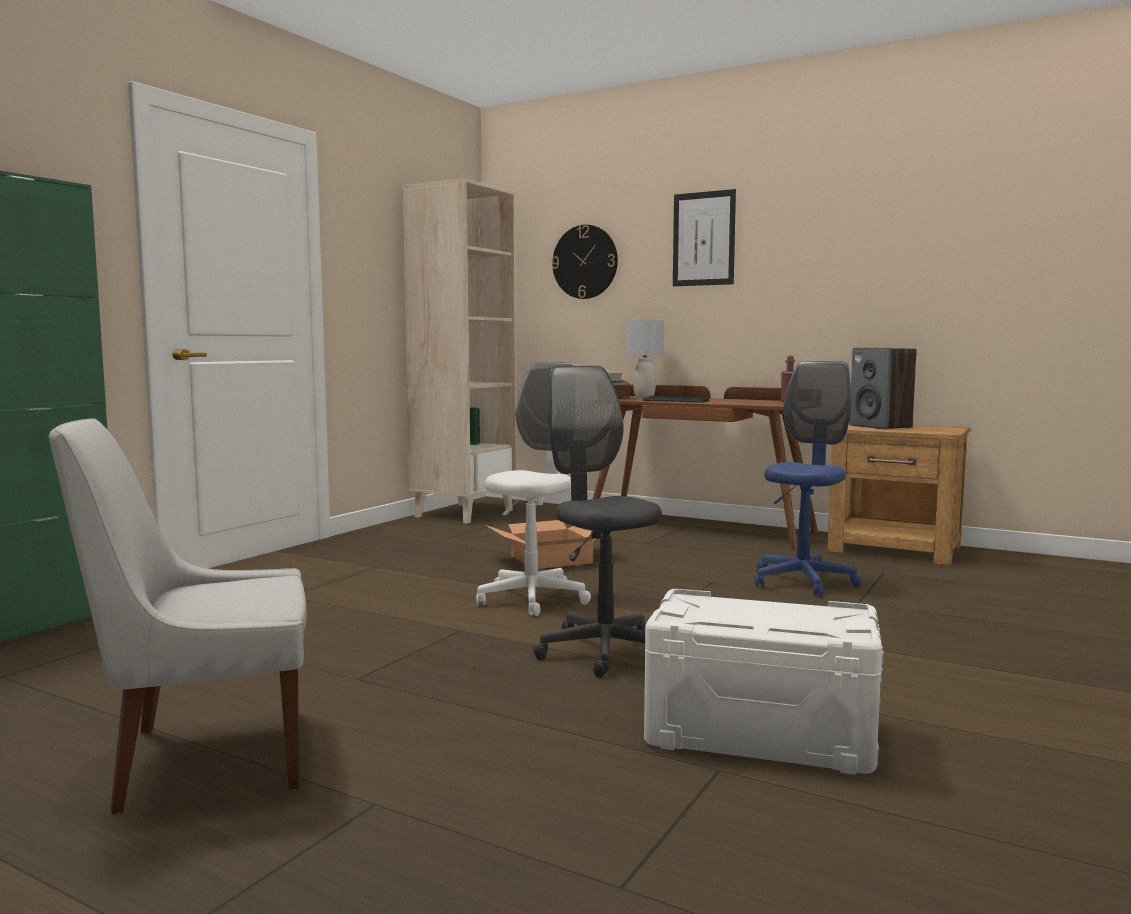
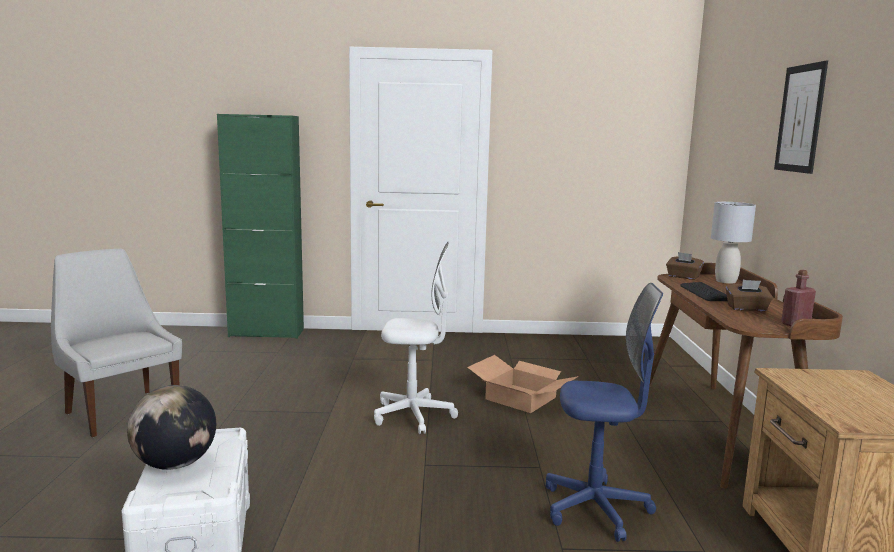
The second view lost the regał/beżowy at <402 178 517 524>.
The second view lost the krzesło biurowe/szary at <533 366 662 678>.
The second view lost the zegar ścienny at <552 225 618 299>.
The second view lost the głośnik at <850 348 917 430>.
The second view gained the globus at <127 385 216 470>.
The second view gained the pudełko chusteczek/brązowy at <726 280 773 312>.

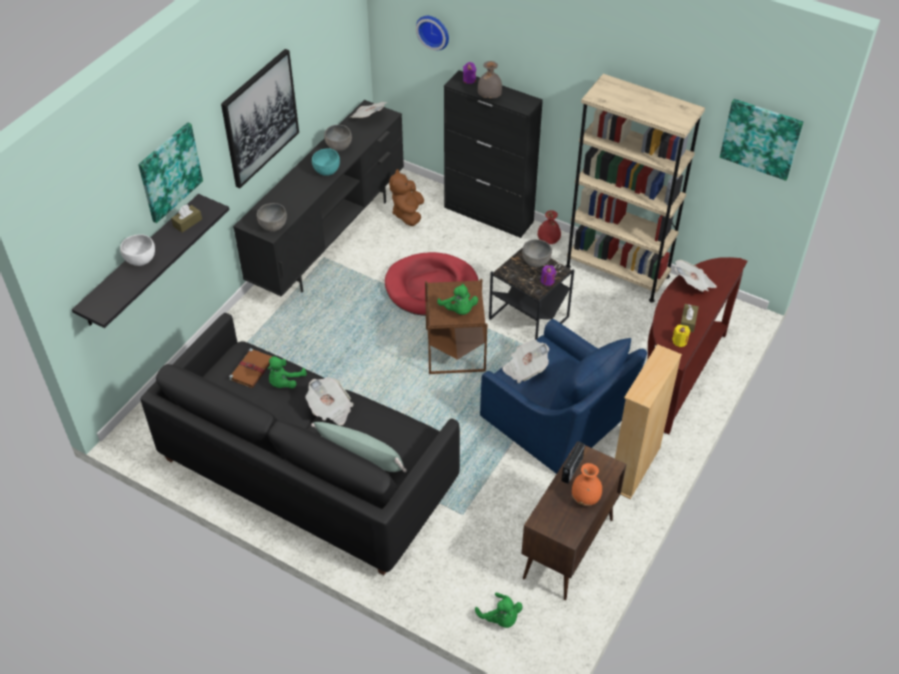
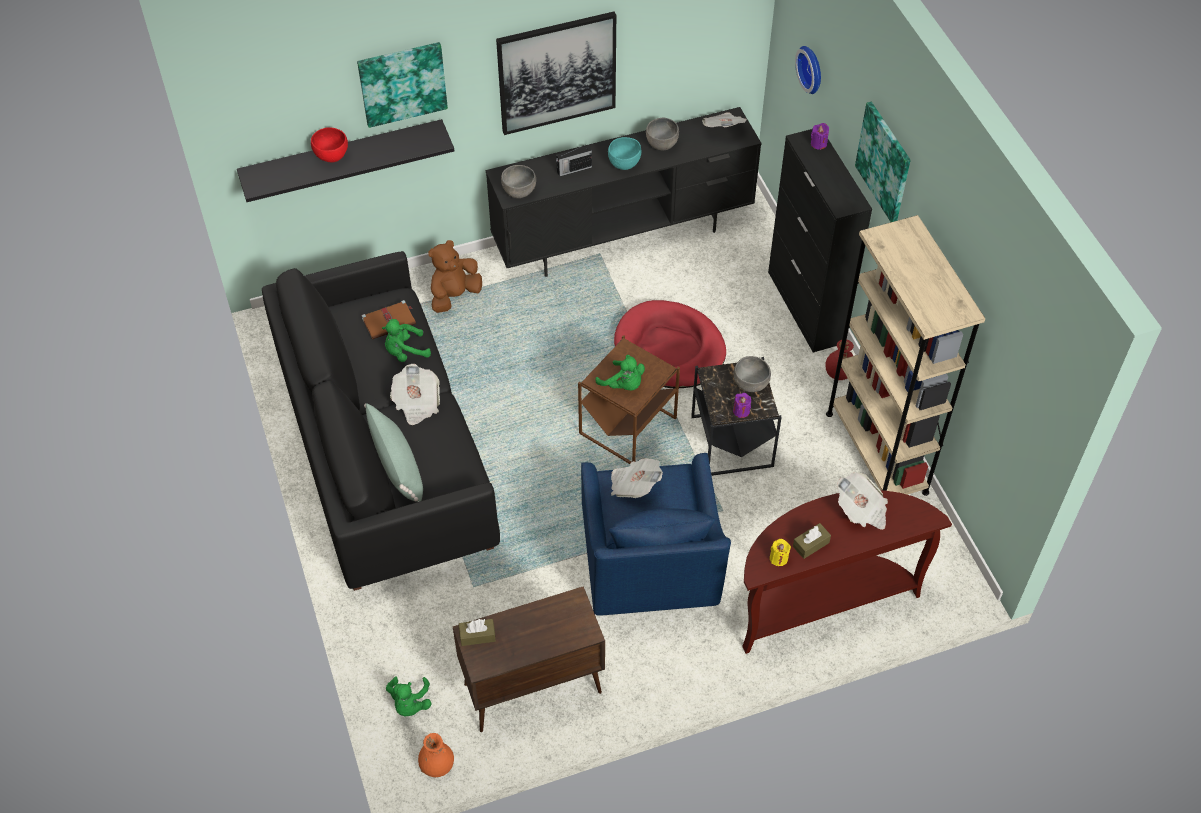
The second view lost the wazon/szary at <478 61 502 99>.
The second view lost the regał/beżowy at <615 344 682 499>.
The pudełko chusteczek/brązowy ended up elsewhere, having gone from <171 204 202 233> to <459 619 495 646>.
The pluszak/brązowy ended up elsewhere, having gone from <389 169 424 226> to <428 240 482 313>.
The radio ended up elsewhere, having gone from <561 441 585 484> to <556 146 592 177>.
The wazon/pomarańczowy ended up elsewhere, having gone from <572 463 602 506> to <418 733 454 777>.
The obraz ended up elsewhere, having gone from <720 99 803 181> to <855 102 911 222>.
What was the miska/biały at <120 234 155 266> turned into the miska/czerwony at <311 127 348 162>.
The pluszak/zielony at <437 284 478 315> ended up facing another way, 60 degrees counterclockwise from before.

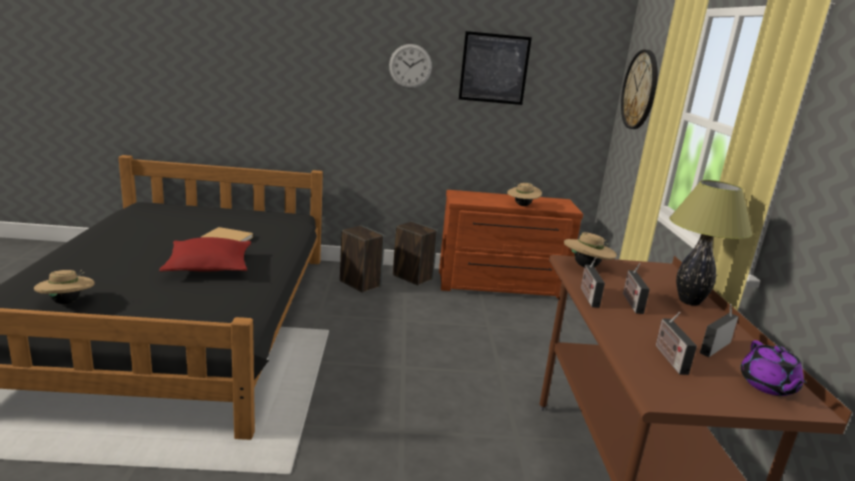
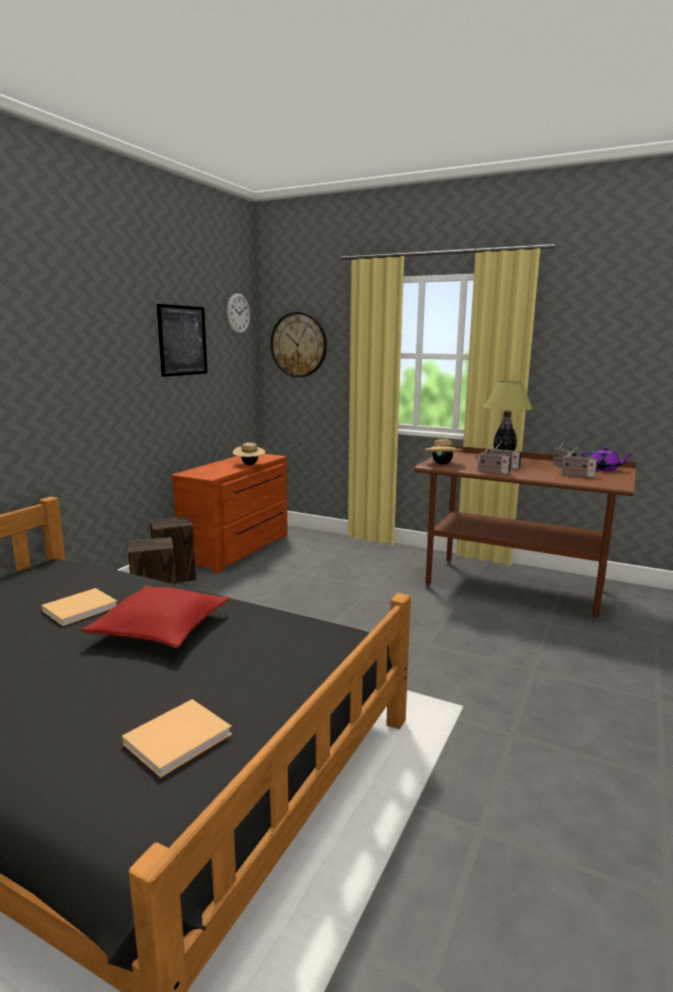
The zegar ścienny ended up elsewhere, having gone from <389 44 432 89> to <227 294 250 334>.
Where the kapelusz/beżowy stood at <34 270 95 304>, the książka/beżowy came to stand at <122 699 232 778>.

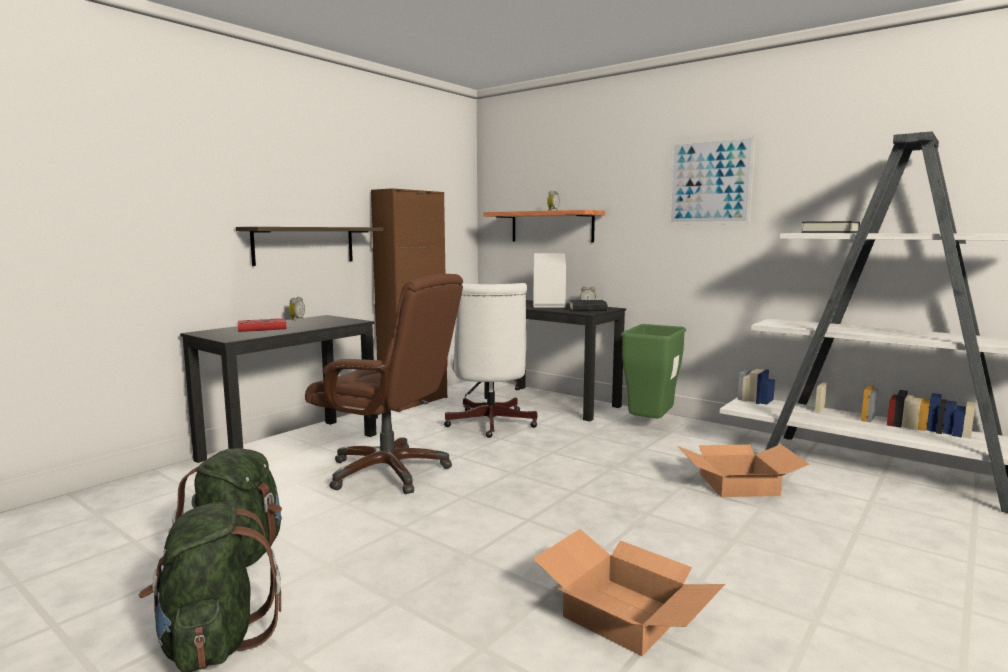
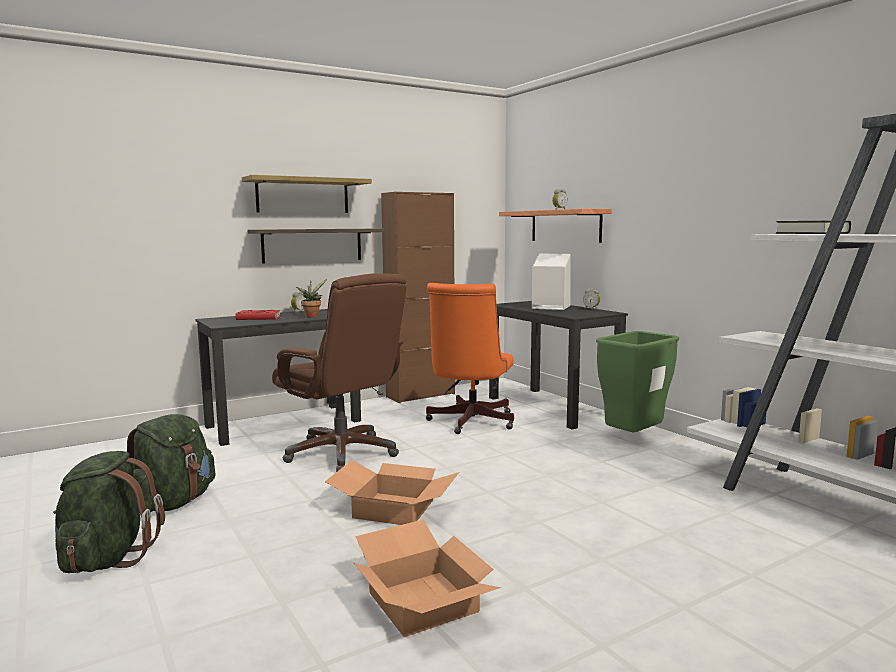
The second view lost the książka/czarny at <569 300 607 311>.
The second view lost the obraz at <668 135 755 225>.
The second view gained the półka at <242 175 372 213>.
The second view gained the roślina doniczkowa at <296 279 327 317>.
The karton ended up elsewhere, having gone from <677 444 810 497> to <325 460 459 525>.
What was the krzesło biurowe/biały at <444 283 537 438> turned into the krzesło biurowe/pomarańczowy at <426 283 514 434>.

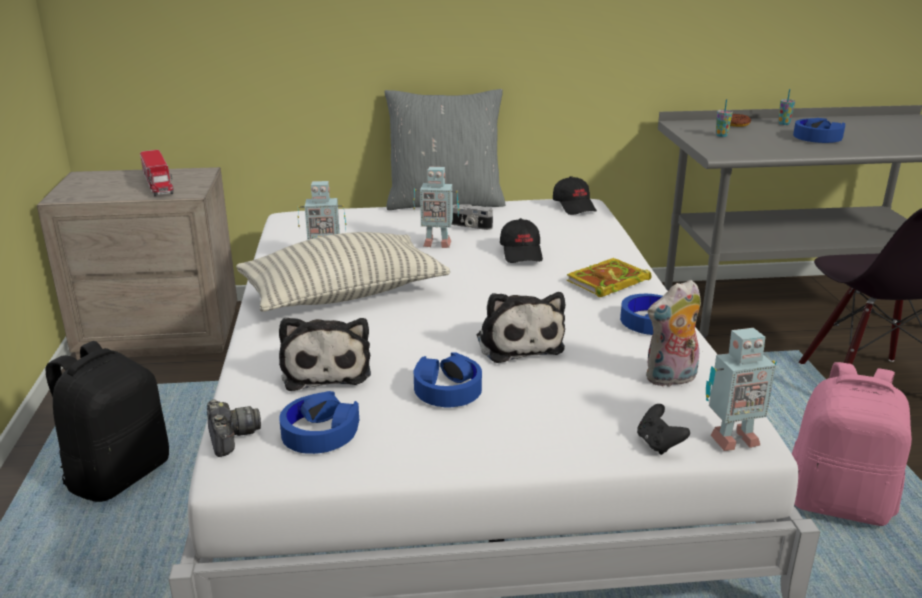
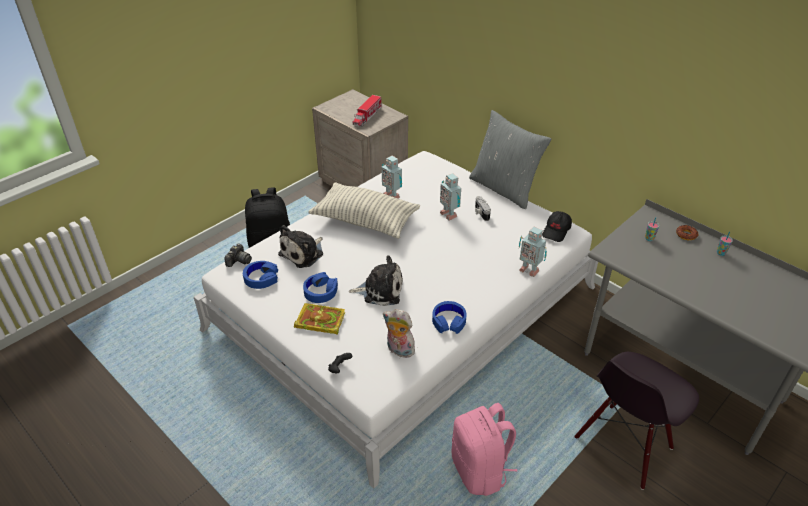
The second view lost the czapka z daszkiem/czarny at <500 218 543 263>.
The second view lost the słuchawki/niebieski at <793 118 845 143>.
The książka ended up elsewhere, having gone from <567 258 652 297> to <294 303 345 335>.
The robot zabawkowy ended up elsewhere, having gone from <706 328 777 451> to <519 227 547 277>.
The pluszak at <477 292 565 363> ended up facing another way, 120 degrees counterclockwise from before.

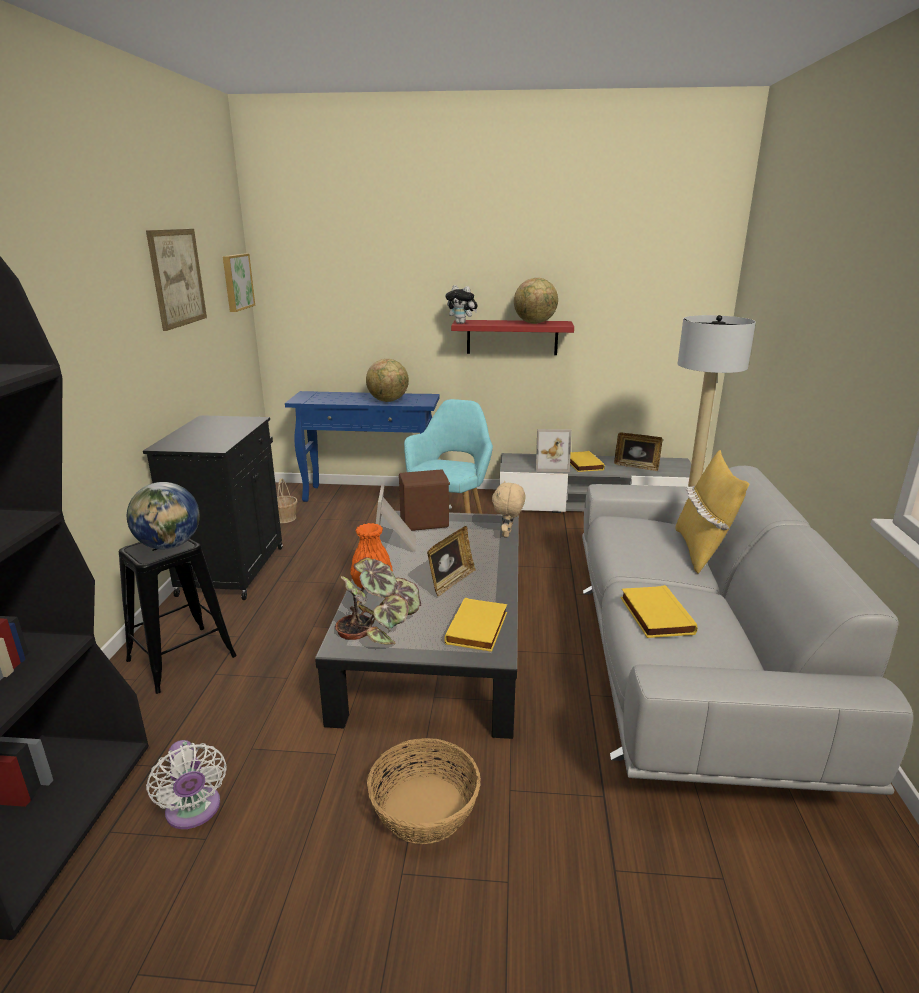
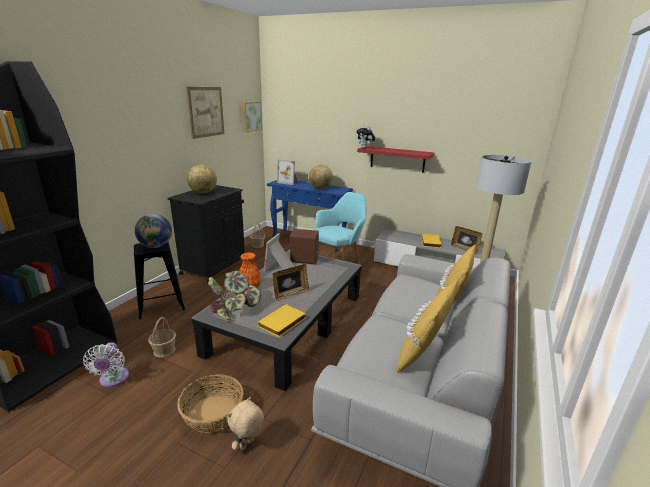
The second view lost the książka/żółty at <621 585 698 638>.
The second view gained the koszyk at <148 317 176 357>.
The second view gained the poduszka/żółty at <396 279 459 373>.
The pluszak/beżowy ended up elsewhere, having gone from <492 481 526 537> to <227 396 264 450>.
The globus ended up elsewhere, having gone from <514 278 558 324> to <187 164 217 193>.
The ramka na zdjęcie ended up elsewhere, having gone from <536 429 572 472> to <277 159 298 185>.

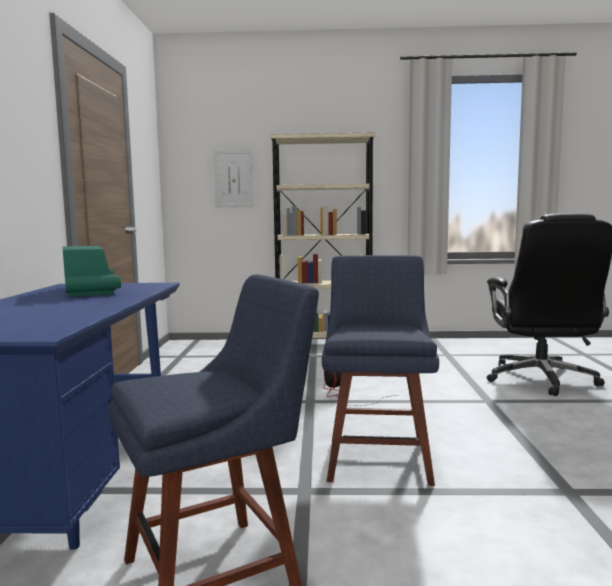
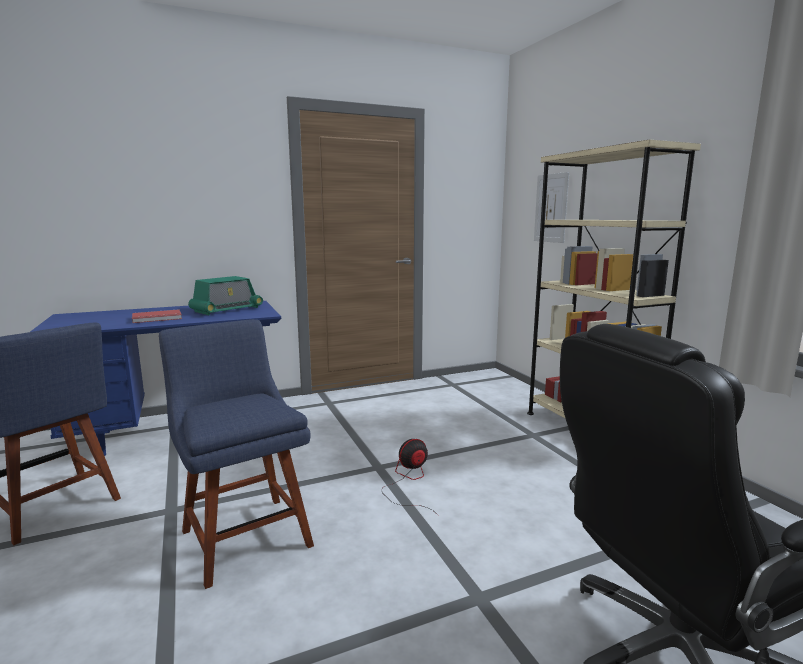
The second view gained the książka/czerwony at <132 309 182 323>.
The krzesło/niebieski at <322 255 439 486> ended up facing another way, 105 degrees counterclockwise from before.

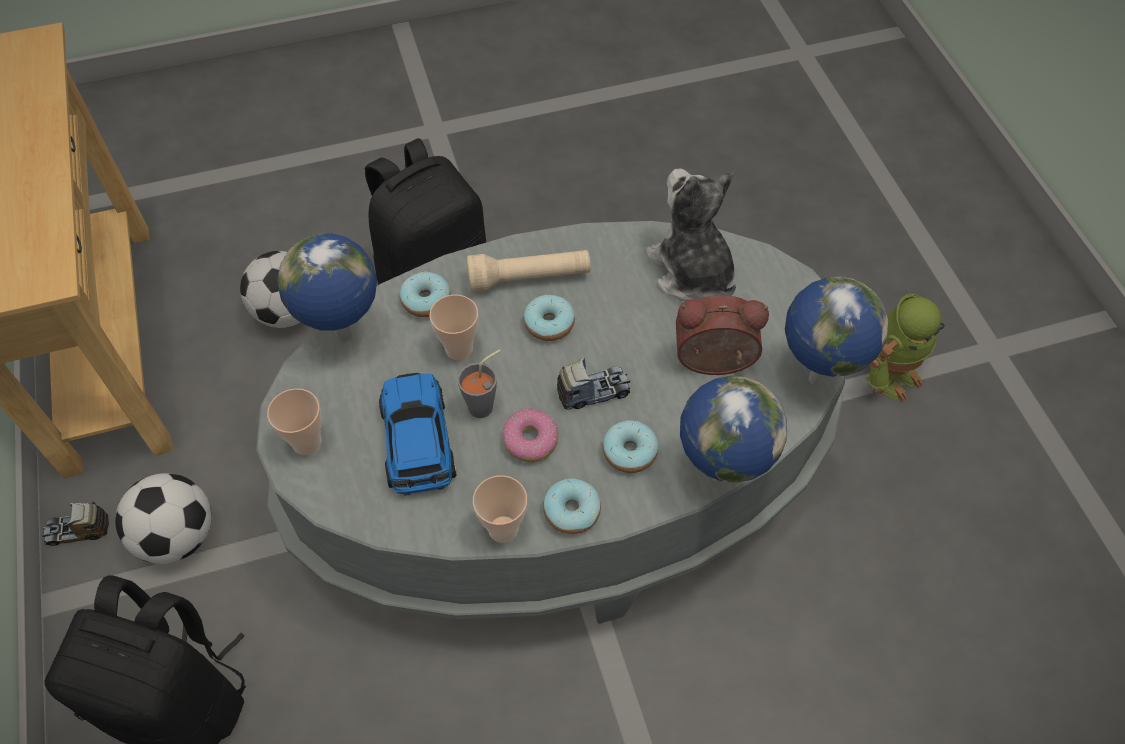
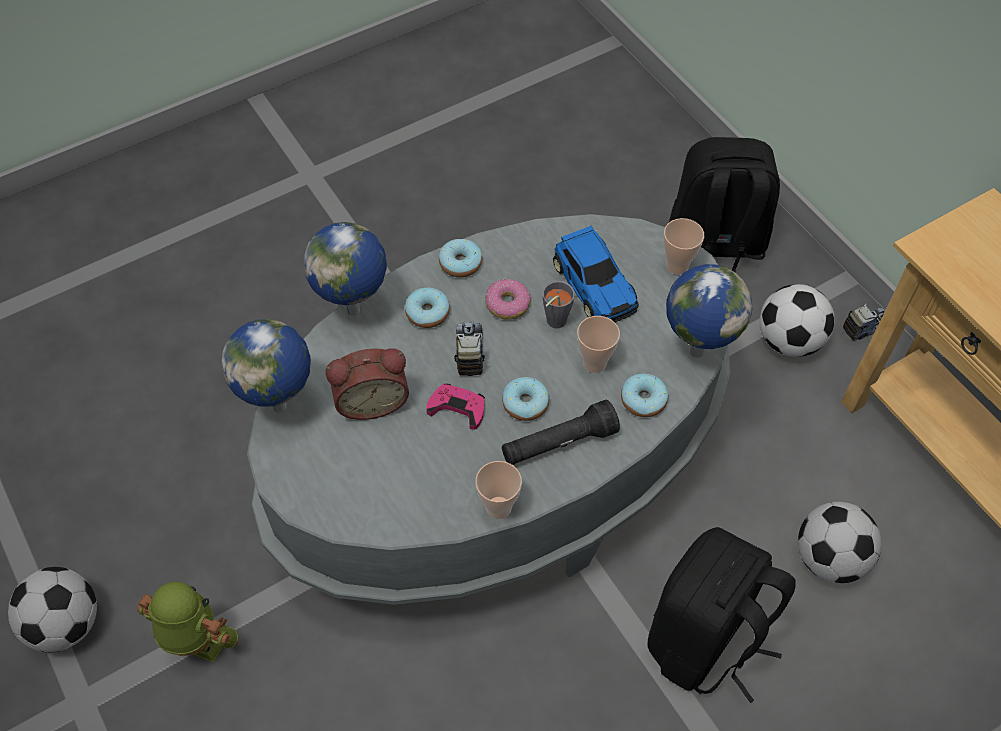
The second view lost the pluszak at <645 168 736 301>.
The second view gained the piłka futbolowa at <8 567 97 652>.
The second view gained the pad do gier/różowy at <426 384 485 429>.
The filiżanka ended up elsewhere, having gone from <473 475 527 543> to <475 461 522 519>.
What was the latarka/beżowy at <467 250 591 292> turned into the latarka/czarny at <502 400 620 465>.
The ciężarówka zabawkowa at <557 358 630 410> ended up facing another way, 120 degrees clockwise from before.
The robot zabawkowy at <866 294 944 402> ended up facing another way, 75 degrees clockwise from before.

